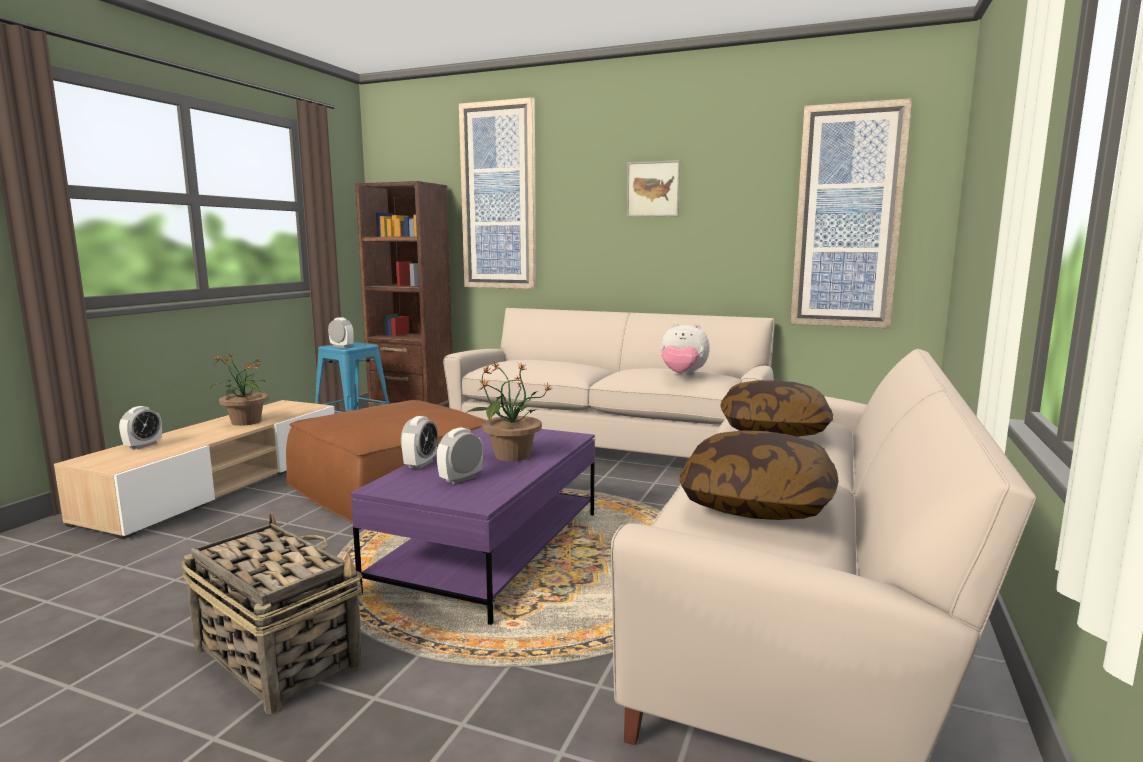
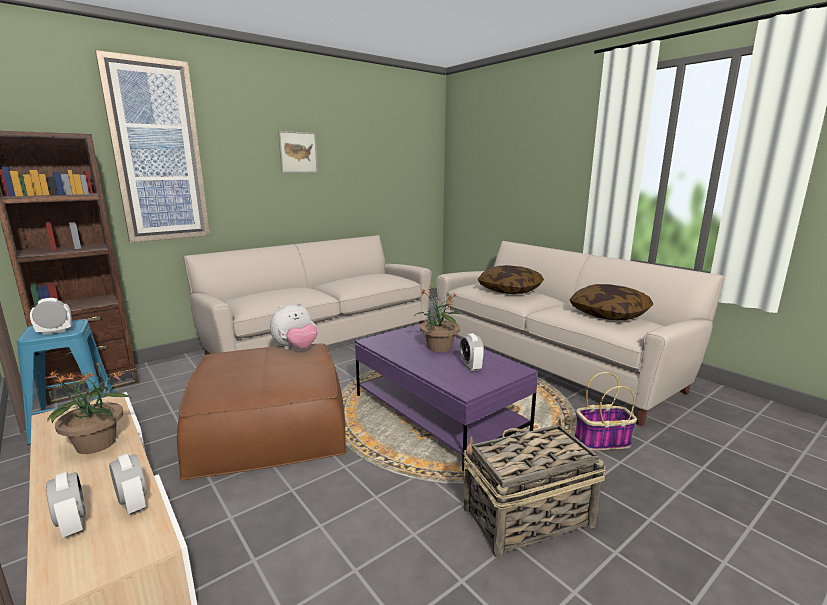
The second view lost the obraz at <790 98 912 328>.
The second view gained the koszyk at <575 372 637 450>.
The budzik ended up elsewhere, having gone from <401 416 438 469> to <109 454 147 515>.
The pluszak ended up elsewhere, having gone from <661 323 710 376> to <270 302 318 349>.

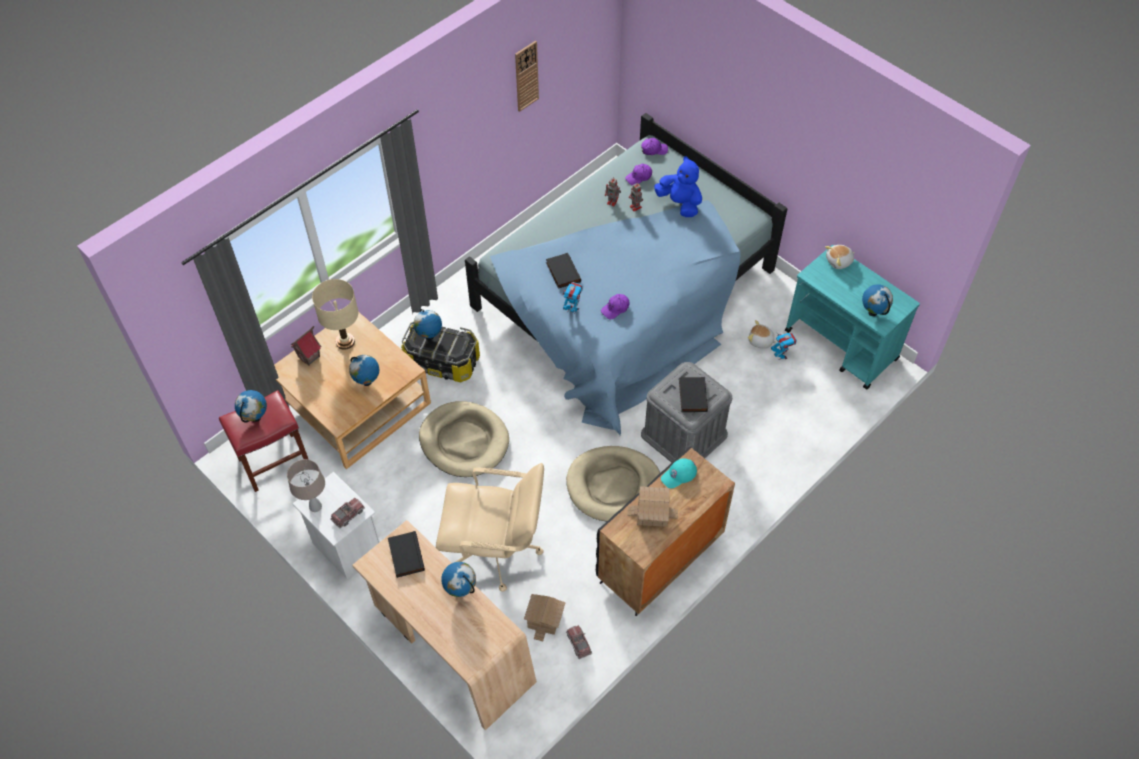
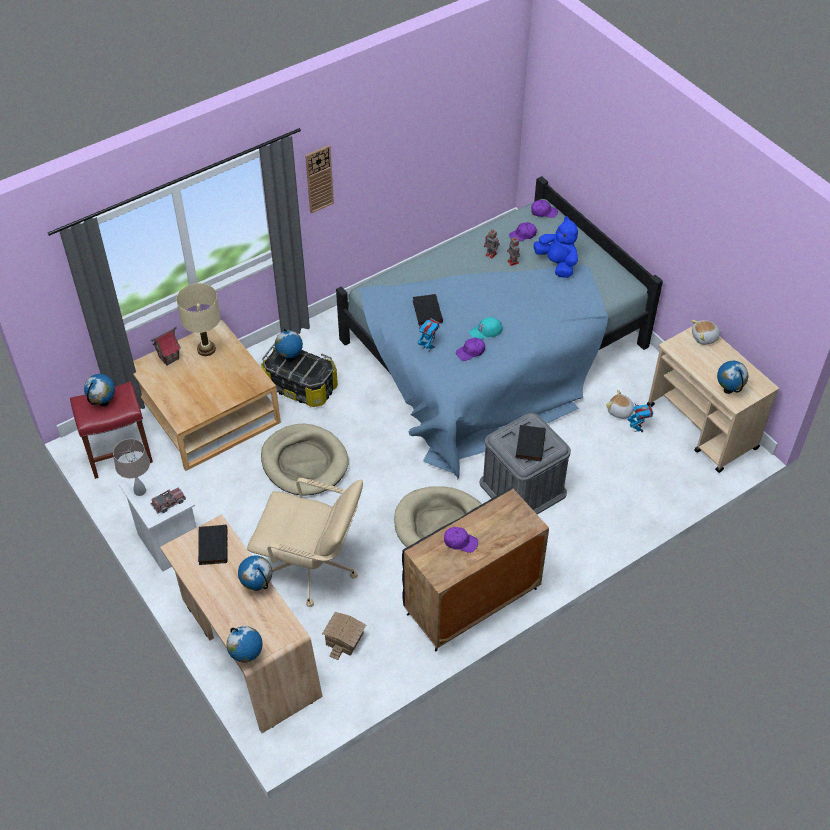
The second view lost the ciężarówka zabawkowa at <566 625 592 659>.
The globus ended up elsewhere, having gone from <349 355 379 386> to <226 626 263 662>.
The zegar ścienny ended up elsewhere, having gone from <515 41 539 112> to <305 145 334 214>.
The czapka z daszkiem/turkusowy ended up elsewhere, having gone from <661 458 697 489> to <469 317 503 339>.
Where the domek stood at <628 486 678 527>, the czapka z daszkiem/fioletowy came to stand at <444 527 478 553>.
What was the wózek/turkusowy at <785 245 920 389> turned into the wózek/beżowy at <647 326 779 473>.

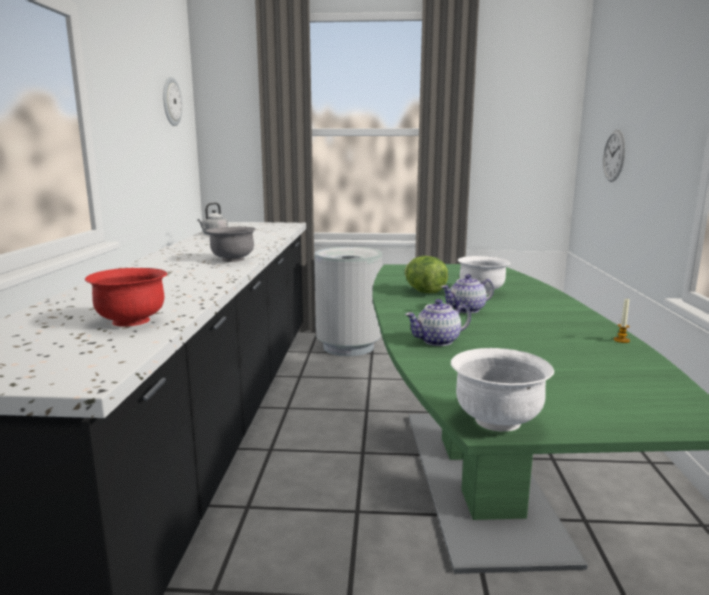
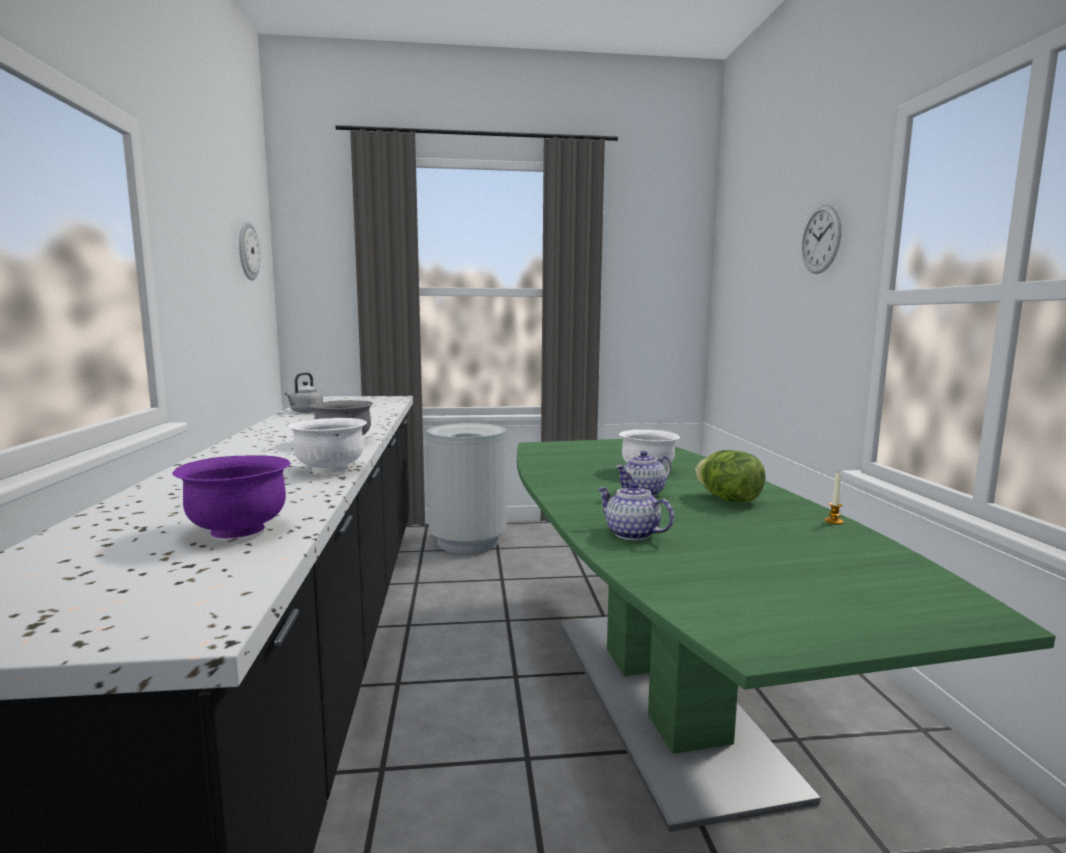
The sałata ended up elsewhere, having gone from <405 256 448 293> to <695 450 765 502>.
The miska/biały ended up elsewhere, having gone from <451 348 554 432> to <287 418 367 474>.
The zegar ścienny ended up elsewhere, having gone from <603 130 625 182> to <802 204 841 274>.
What was the miska/czerwony at <85 268 167 327> turned into the miska/fioletowy at <173 455 291 538>.
The imbryk at <405 299 471 346> ended up facing another way, 75 degrees clockwise from before.

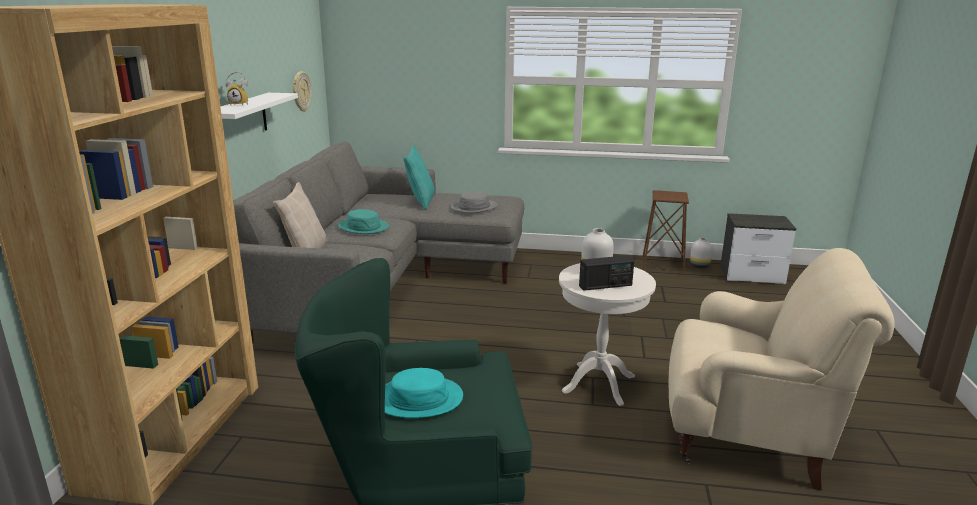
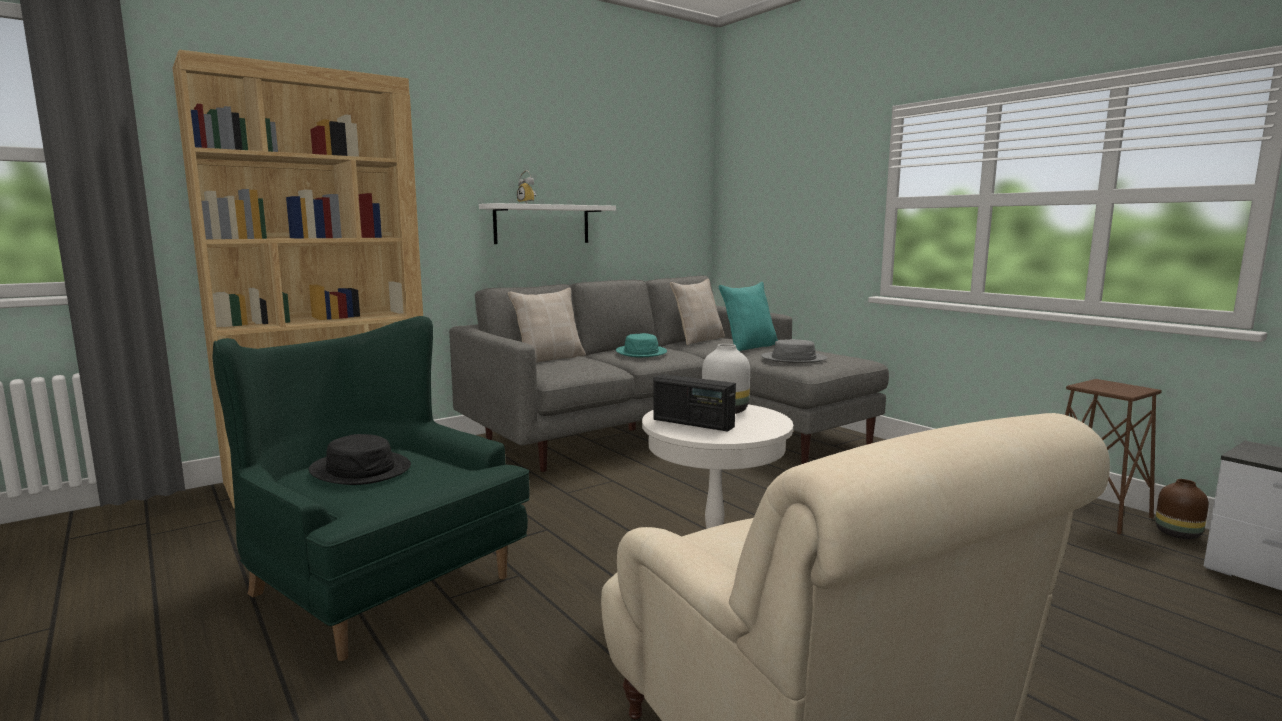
The second view lost the zegar ścienny at <293 71 312 112>.
The second view gained the poduszka/beżowy at <670 279 725 345>.
What was the kapelusz/turkusowy at <385 368 463 418> turned into the kapelusz/czarny at <309 434 411 485>.
What was the wazon/biały at <690 237 713 268> turned into the wazon/brązowy at <1155 479 1209 539>.

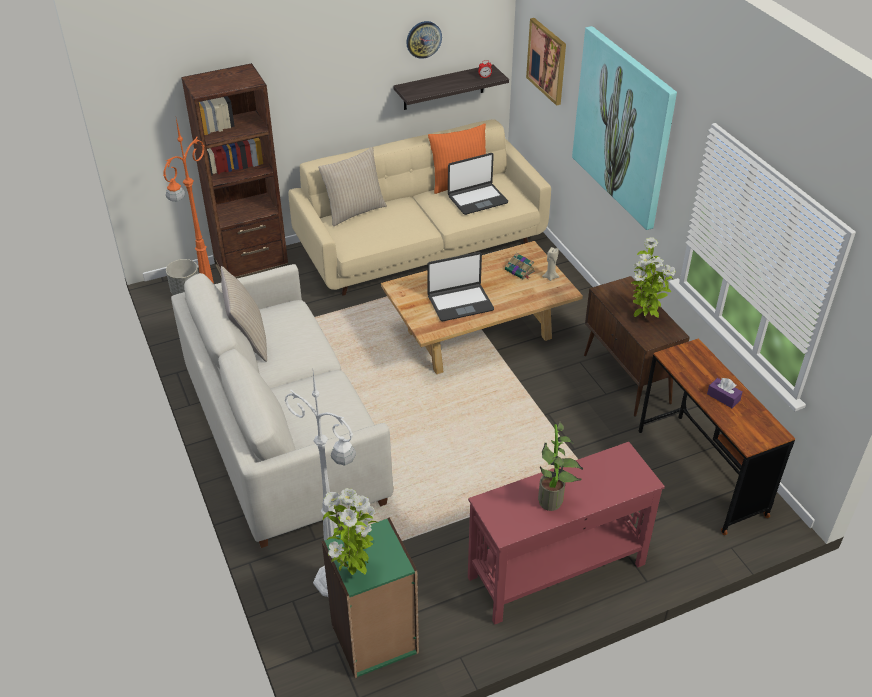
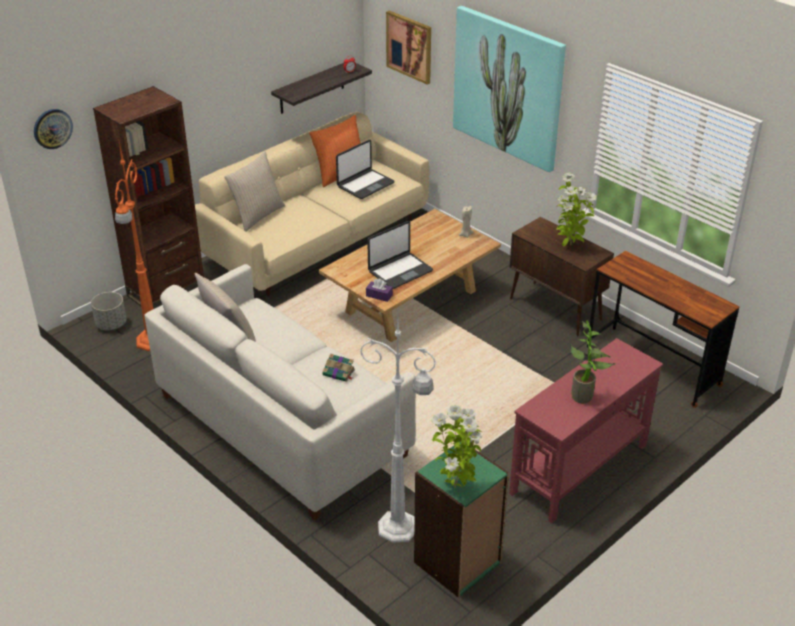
The zegar ścienny ended up elsewhere, having gone from <406 21 442 59> to <34 109 73 149>.
The książka ended up elsewhere, having gone from <505 253 534 279> to <323 353 355 382>.
The pudełko chusteczek/fioletowy ended up elsewhere, having gone from <707 378 743 408> to <366 278 393 302>.

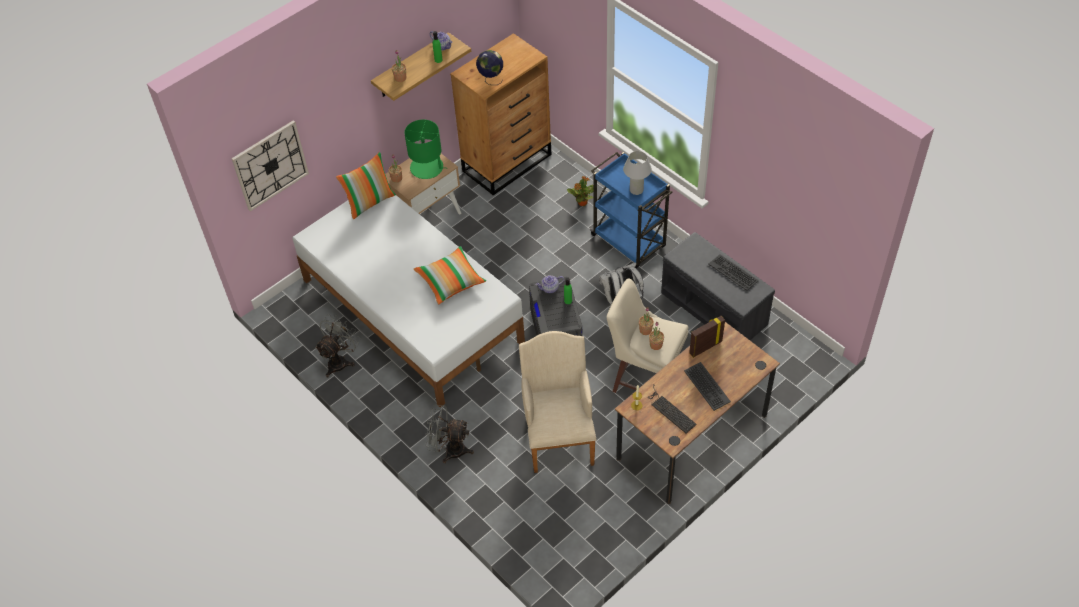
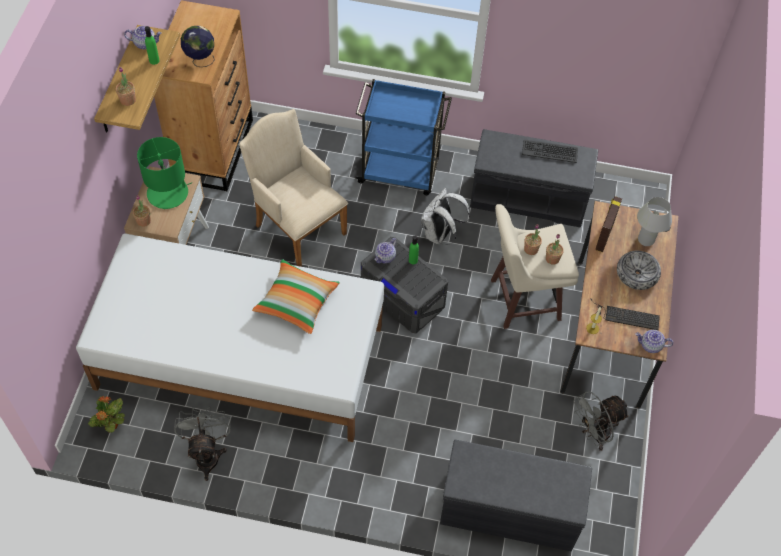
The second view lost the zegar ścienny at <232 120 309 211>.
The second view lost the poduszka at <336 152 396 220>.
The second view gained the ławka/szary at <440 440 592 552>.
The second view gained the imbryk at <636 330 673 353>.
The wentylator/szary ended up elsewhere, having gone from <425 405 474 463> to <573 391 630 451>.
The fotel/beżowy ended up elsewhere, having gone from <519 331 597 473> to <239 109 348 267>.
The roślina doniczkowa ended up elsewhere, having gone from <567 176 593 206> to <88 396 125 433>.
The lampa stołowa/biały ended up elsewhere, having gone from <623 151 652 195> to <637 197 672 246>.
Where the klawiatura stood at <684 362 731 411>, the miska came to stand at <617 251 661 290>.

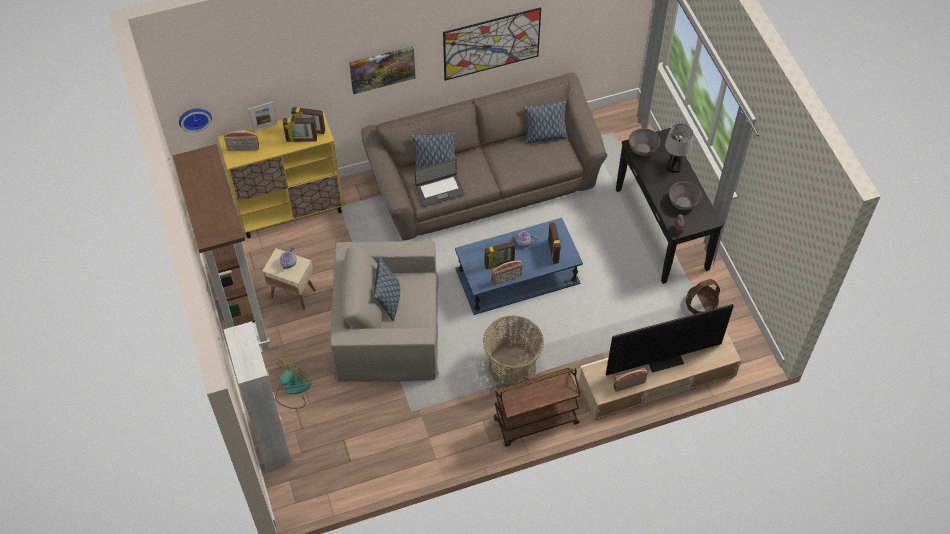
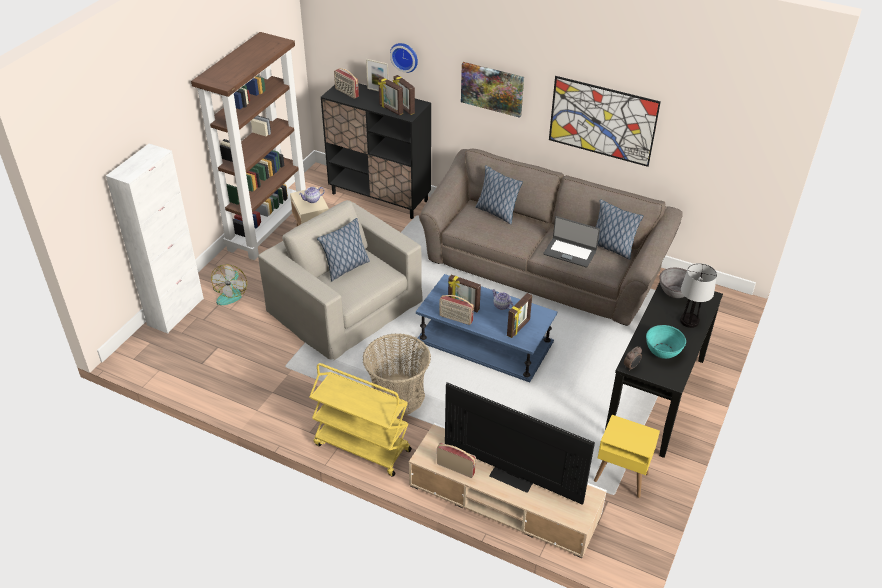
The zegar ścienny ended up elsewhere, having gone from <179 108 212 132> to <390 43 418 73>.
The laptop ended up elsewhere, having gone from <414 158 465 206> to <543 216 600 268>.
Where the koszyk stood at <686 279 720 314>, the stolik/żółty came to stand at <594 415 660 498>.
What was the szafka/żółty at <218 109 343 238> turned into the szafka/czarny at <321 83 431 219>.
What was the wózek/brązowy at <493 368 581 447> turned into the wózek/żółty at <309 363 412 477>.
What was the miska/szary at <669 182 701 210> turned into the miska/turkusowy at <646 325 686 359>.
The wentylator at <275 356 311 409> ended up facing another way, 105 degrees clockwise from before.

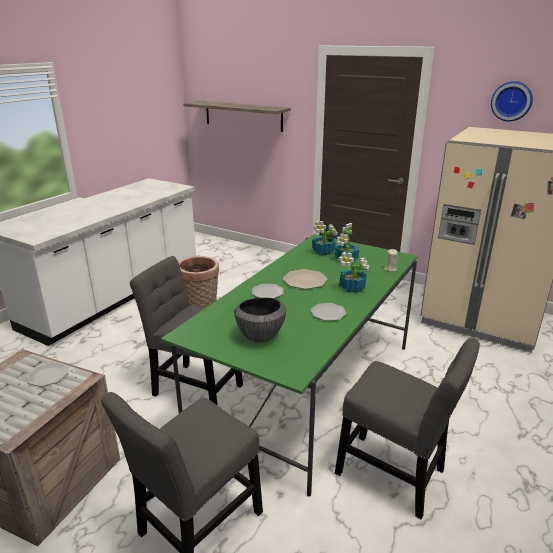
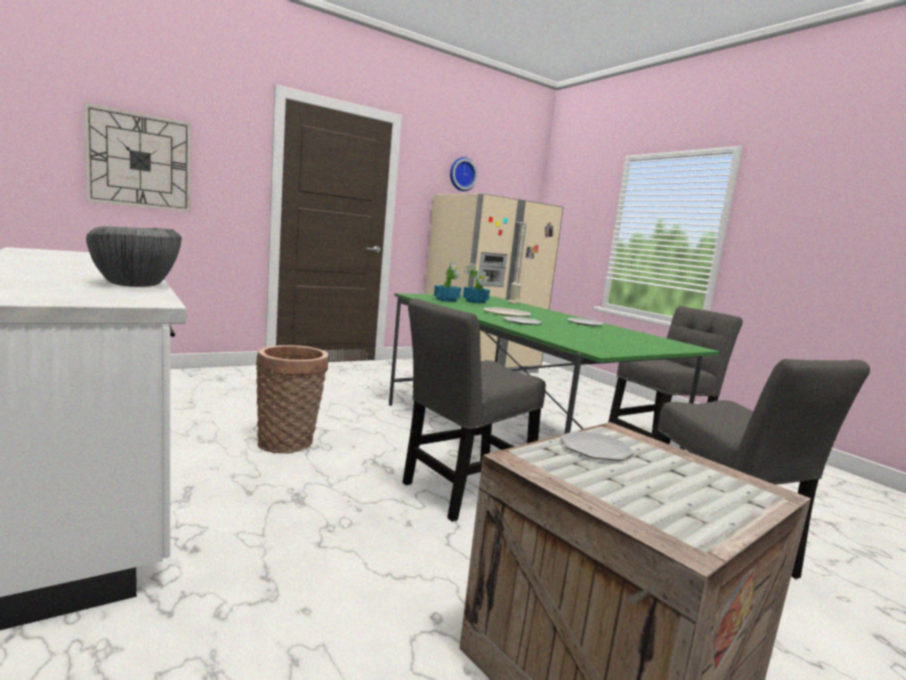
The second view lost the roślina doniczkowa at <338 252 370 293>.
The miska ended up elsewhere, having gone from <234 298 286 342> to <86 226 182 287>.
Where the półka hung at <183 101 291 132>, the zegar ścienny came to hang at <84 103 191 212>.

